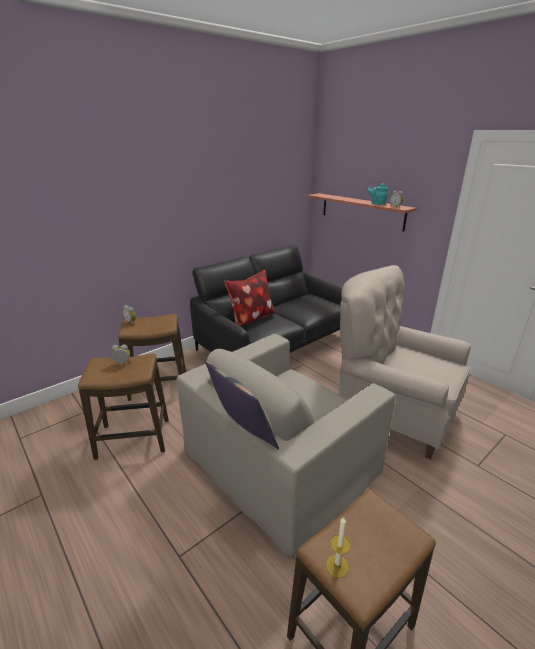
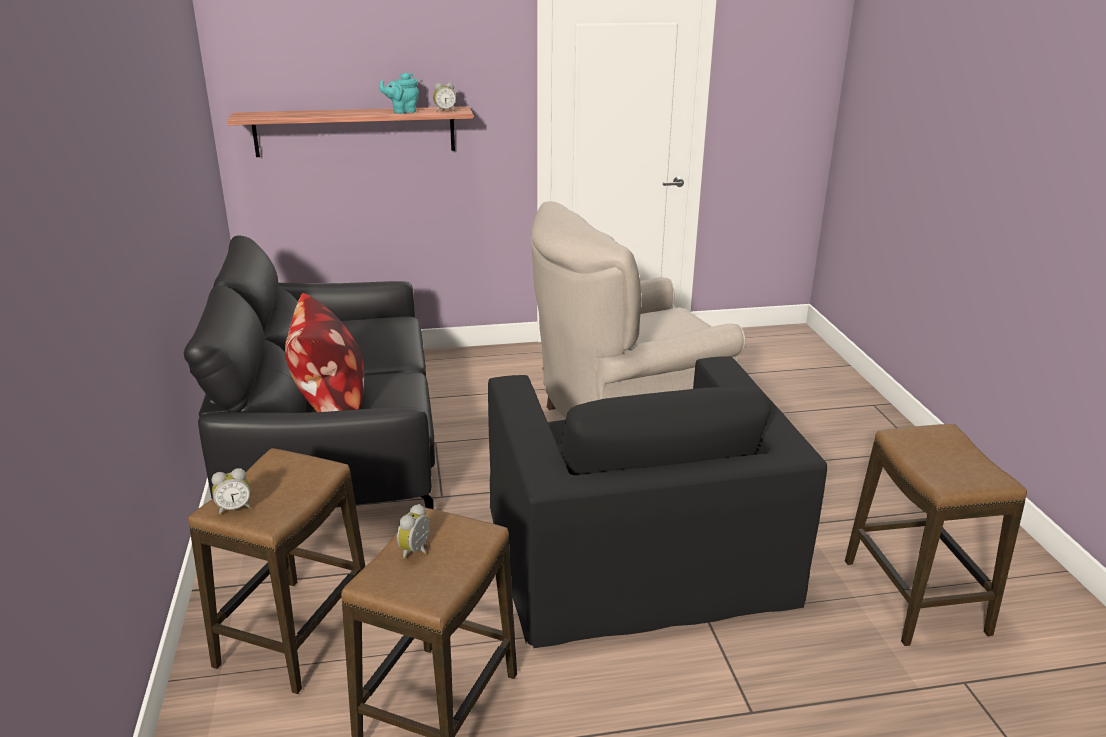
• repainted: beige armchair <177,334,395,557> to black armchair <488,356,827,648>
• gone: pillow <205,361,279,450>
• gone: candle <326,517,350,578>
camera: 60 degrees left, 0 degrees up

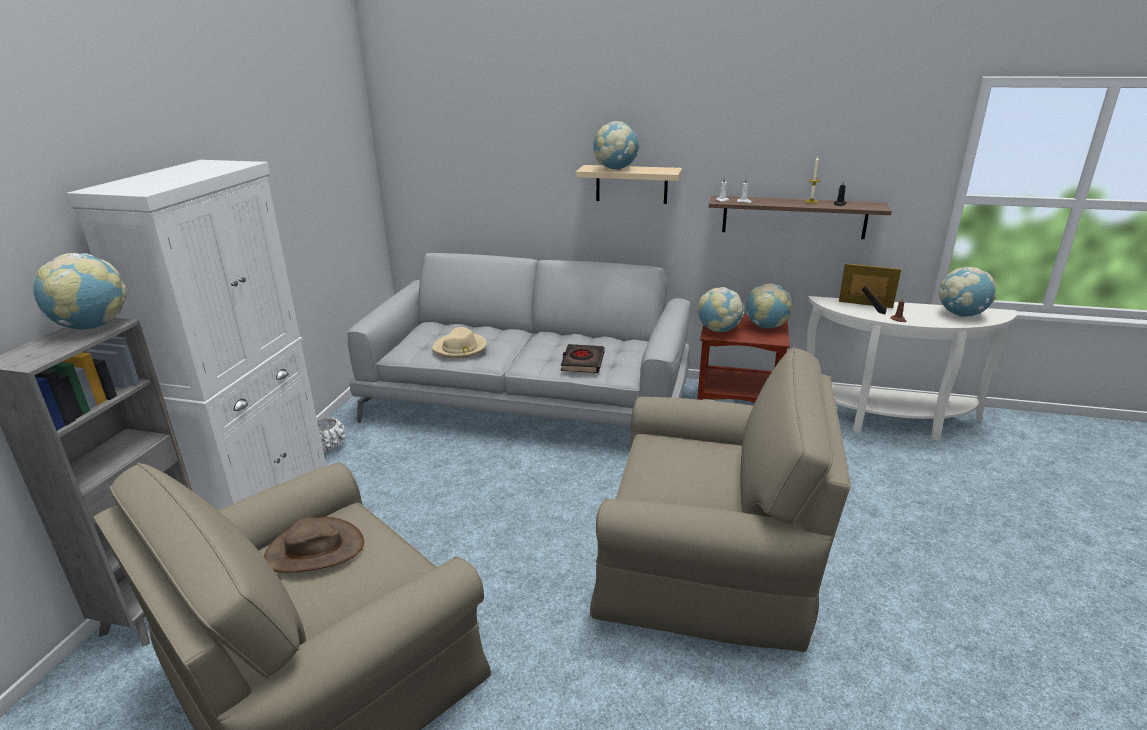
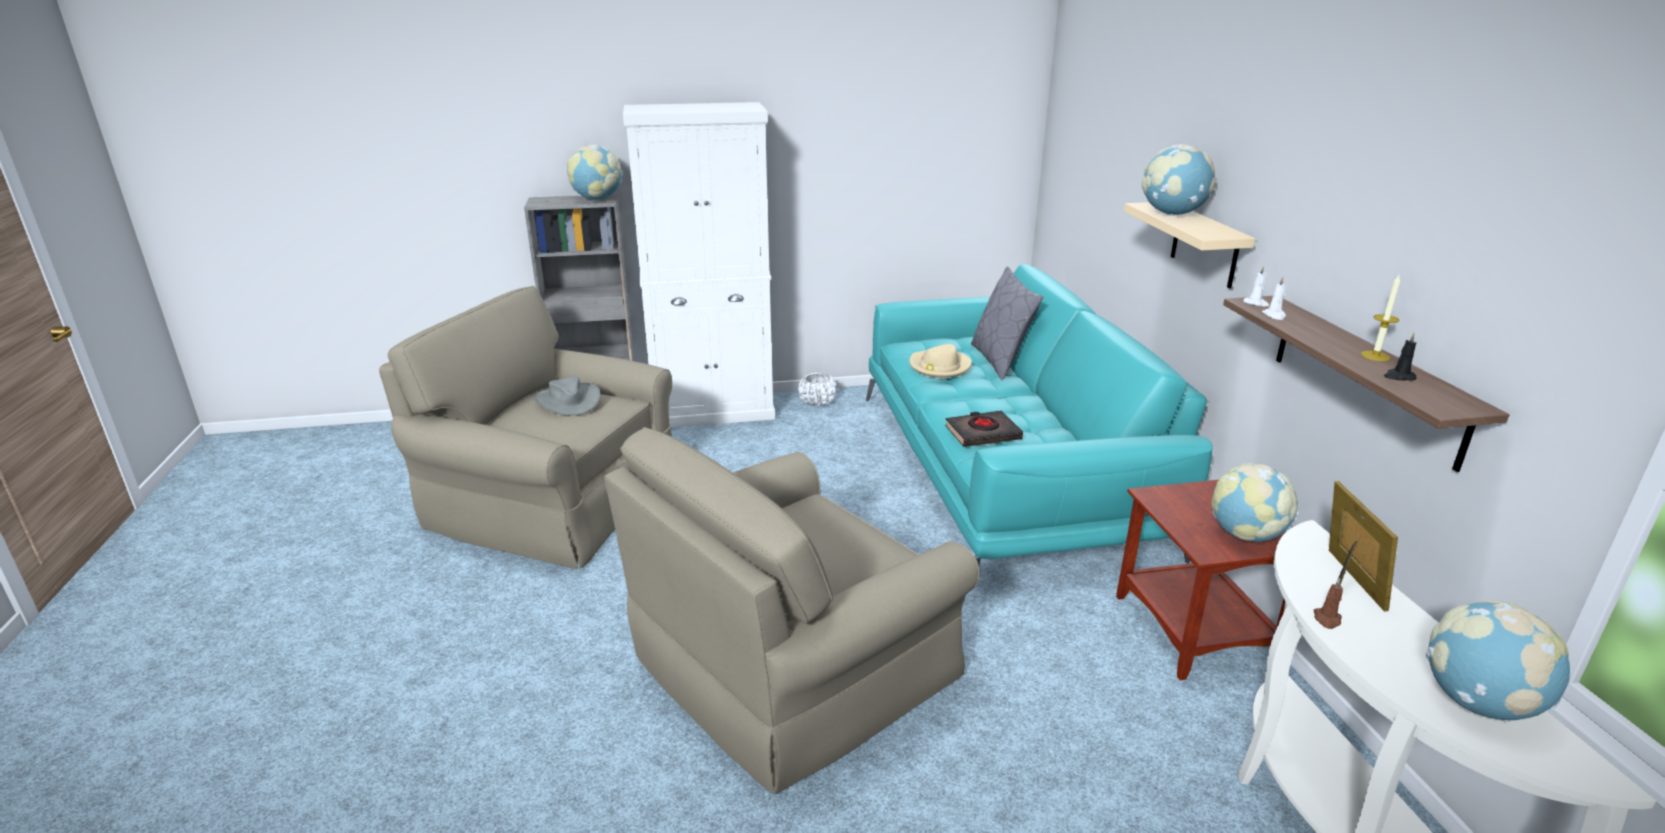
• repainted: grey sofa <347,253,690,427> to turquoise sofa <866,264,1213,566>
• gone: globe <698,287,744,332>
• rotated: beige armchair <590,347,850,652> = <604,427,979,794> 60 degrees clockwise
• repainted: brown hat <264,517,364,573> to grey hat <534,376,601,416>
• new: grey pillow <971,266,1043,381>
camera: 65 degrees right, 0 degrees up

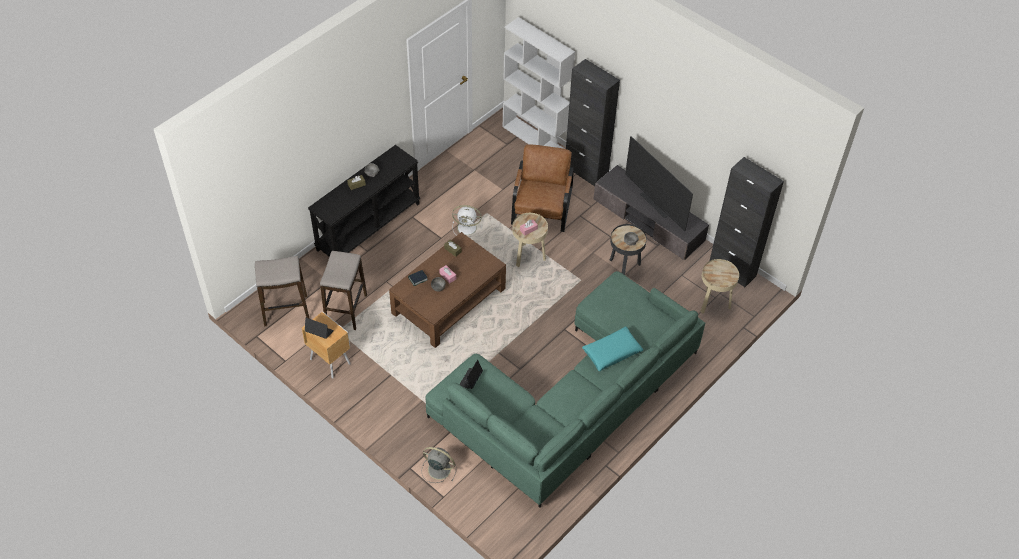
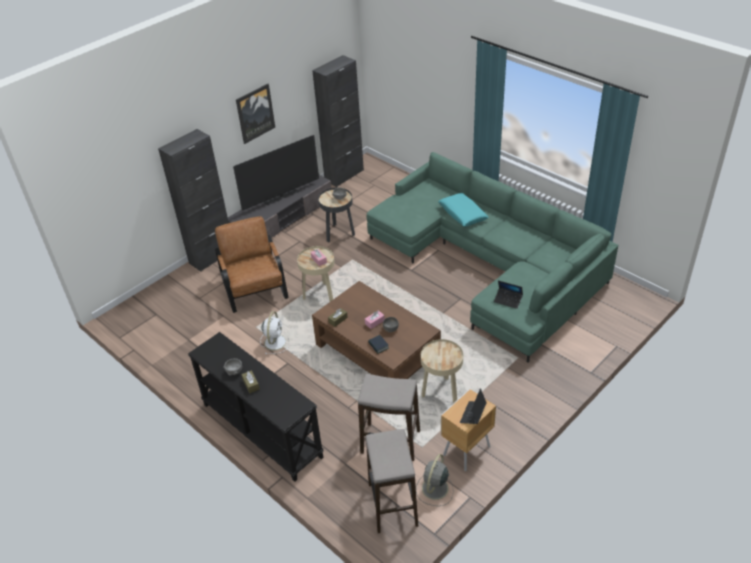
• gone: white bookcase <502,17,575,149>
• rotated: brown armchair <511,144,574,232> = <215,216,289,313> 60 degrees clockwise
• shifted: beige side table <700,259,739,314> to <421,339,463,403>
• shifted: grey fan <421,447,456,483> to <416,454,453,506>
• new: picture <236,84,275,144>
camera: 85 degrees left, 10 degrees down

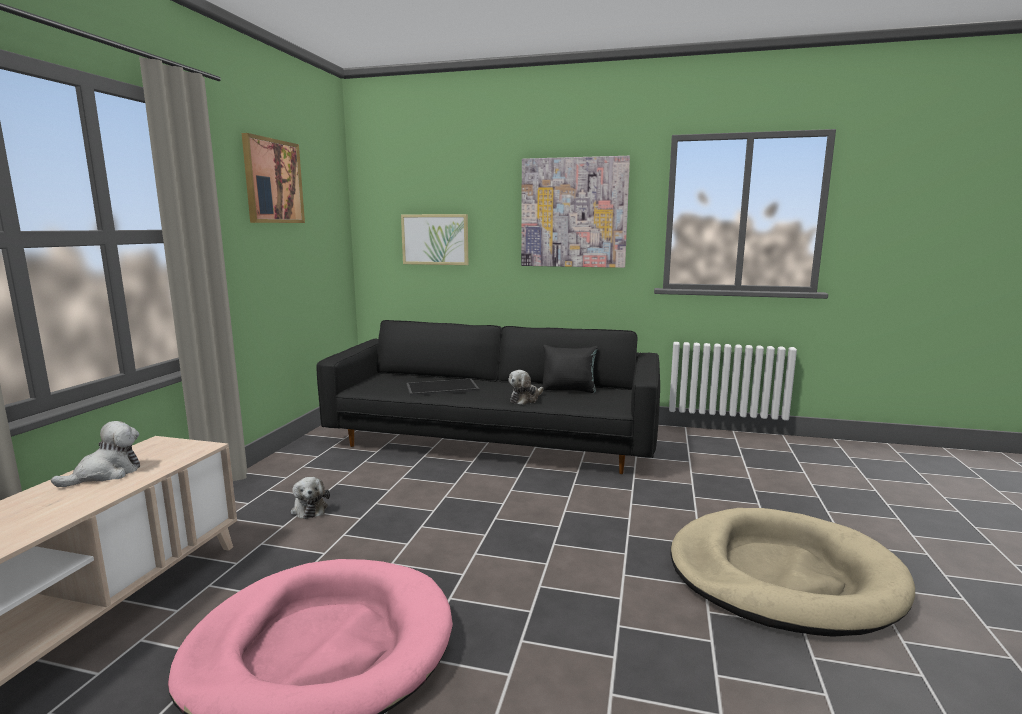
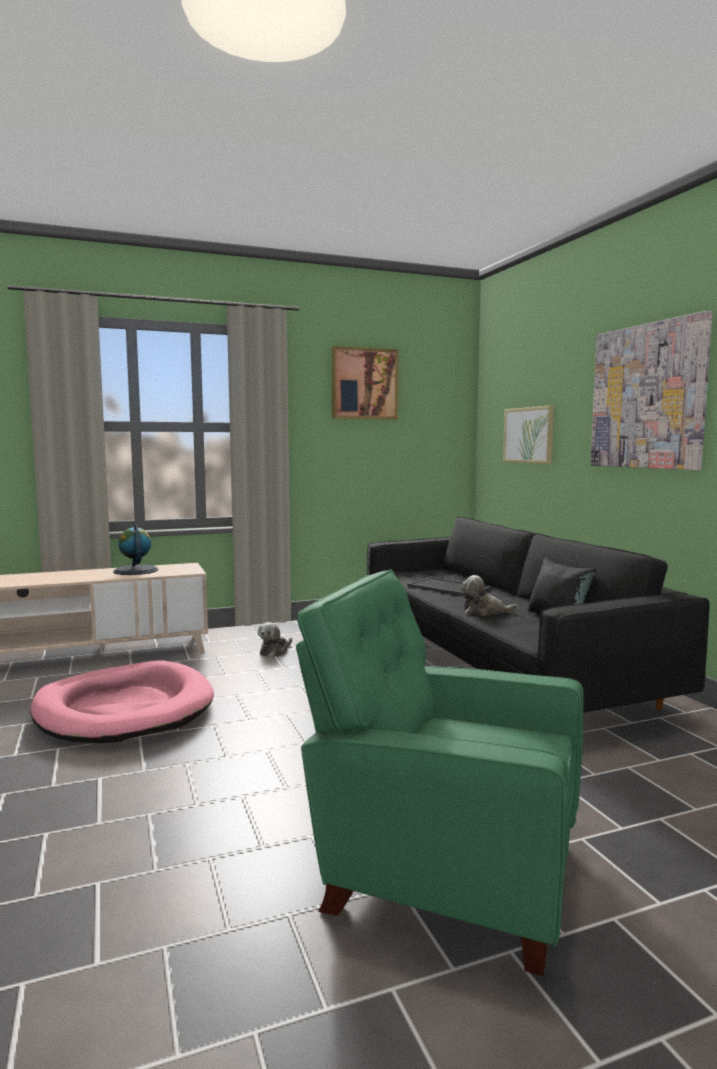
• swapped: plush toy <51,421,140,487> to globe <113,524,158,575>
• swapped: beige dog bed <670,508,915,637> to green armchair <296,569,584,976>
camera: 55 degrees right, 5 degrees down

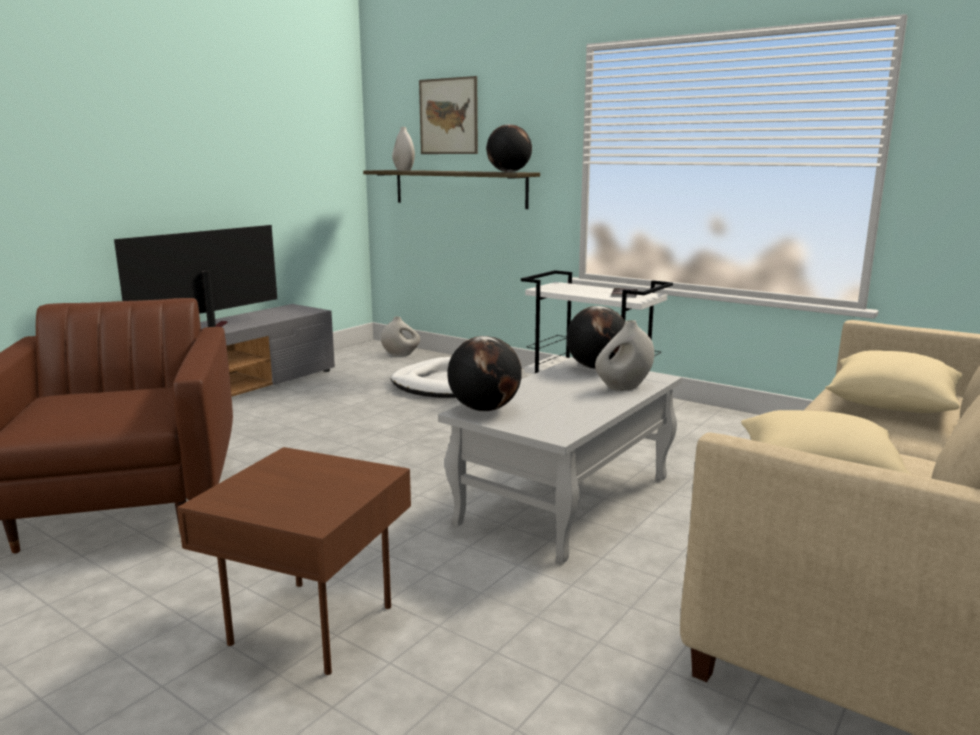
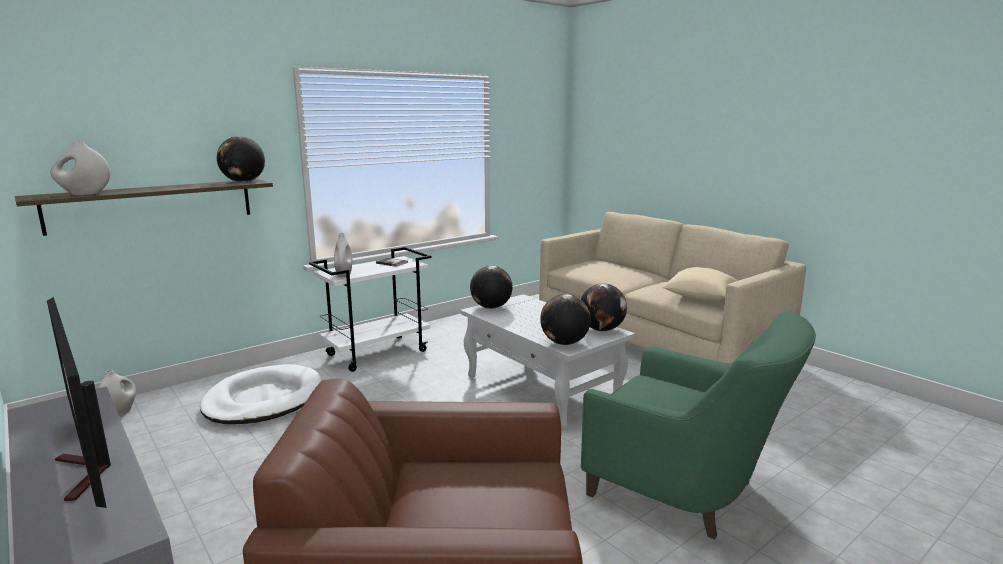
• gone: picture <419,76,478,154>
• shifted: white vase <595,320,654,391> to <334,233,352,277>
• gone: beige pillow <825,350,962,413>
• swapped: brown side table <177,447,411,675> to green armchair <581,311,816,539>
• new: globe <581,283,627,331>
camera: 75 degrees left, 0 degrees up

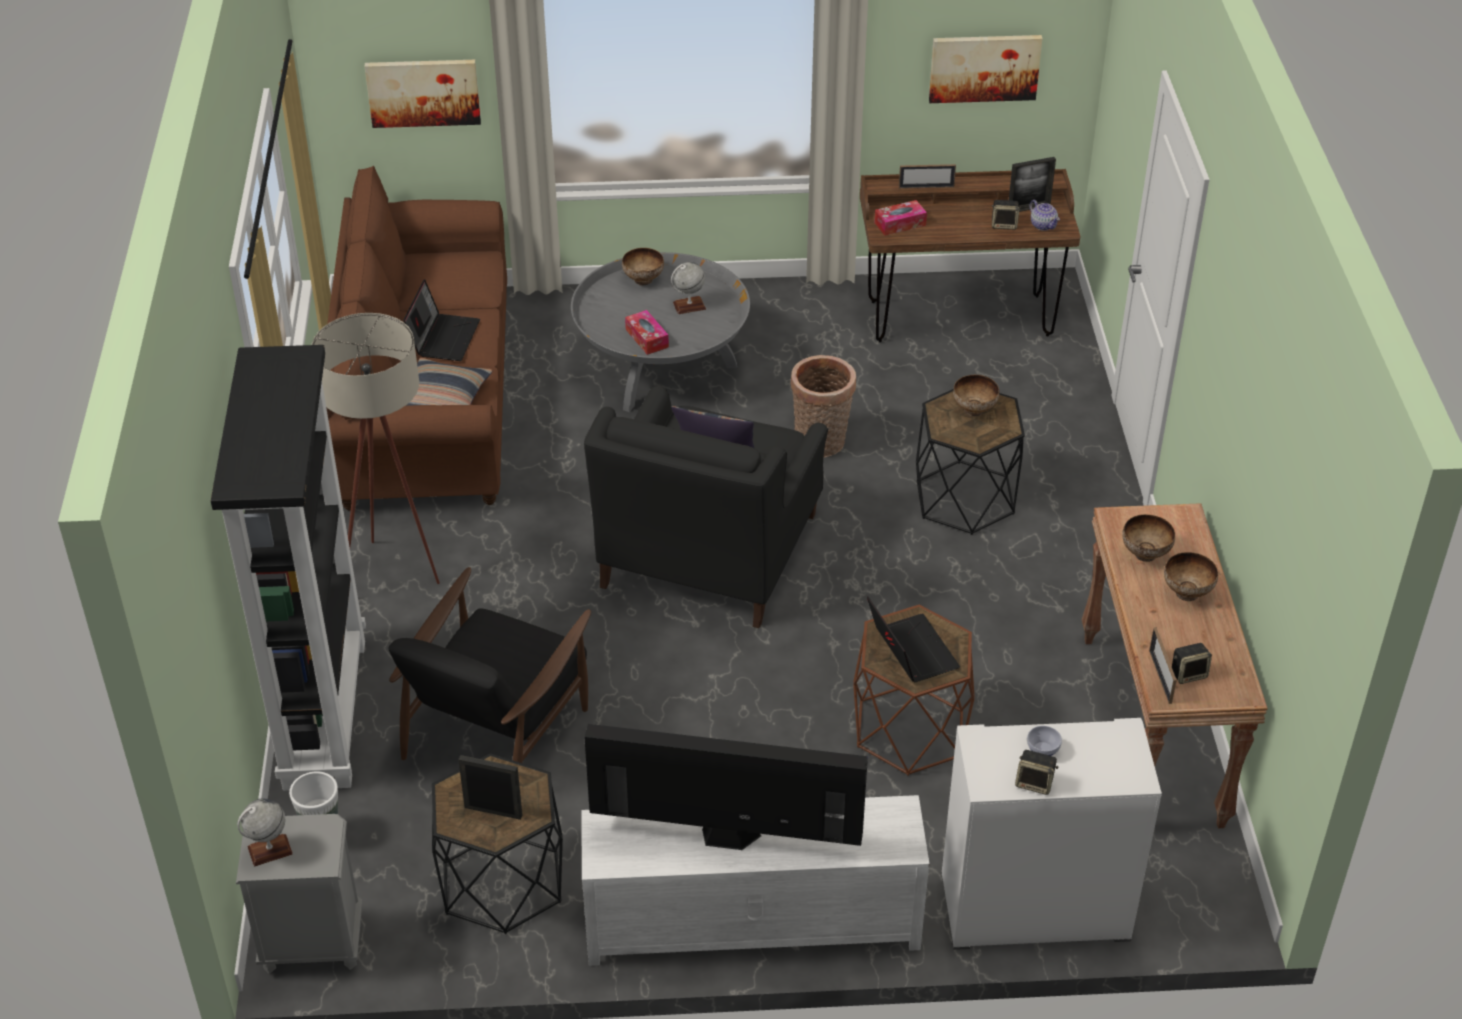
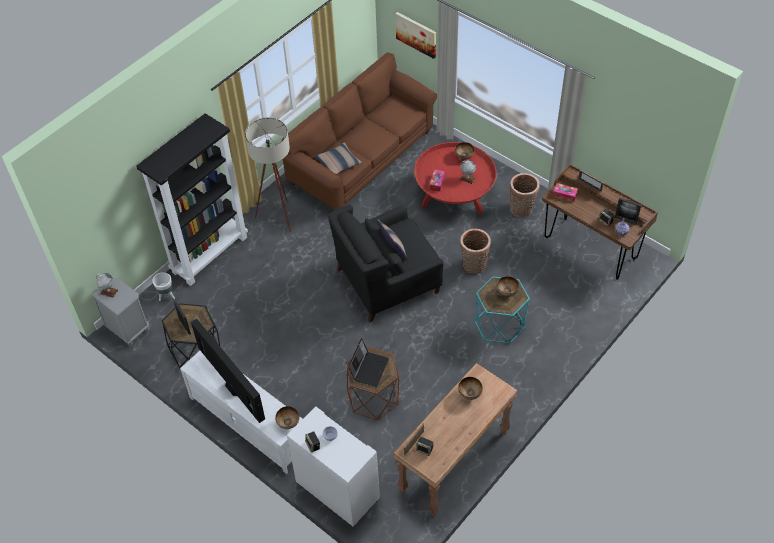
• gone: picture <929,35,1043,103>
• repainted: grey coffee table <571,252,750,412> to red coffee table <414,142,497,214>
• gone: laptop <403,279,480,361>
• repainted: black side table <916,389,1025,535> to turquoise side table <474,276,530,344>
• shifted: bowl <1164,552,1218,601> to <275,406,299,429>
• gone: black armchair <388,567,591,763>
• new: basket <510,173,540,217>
camera: 45 degrees right, 10 degrees up

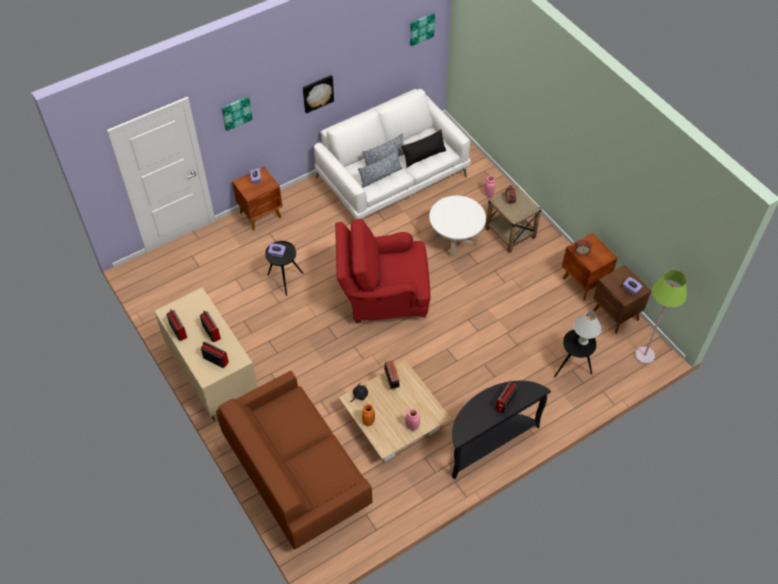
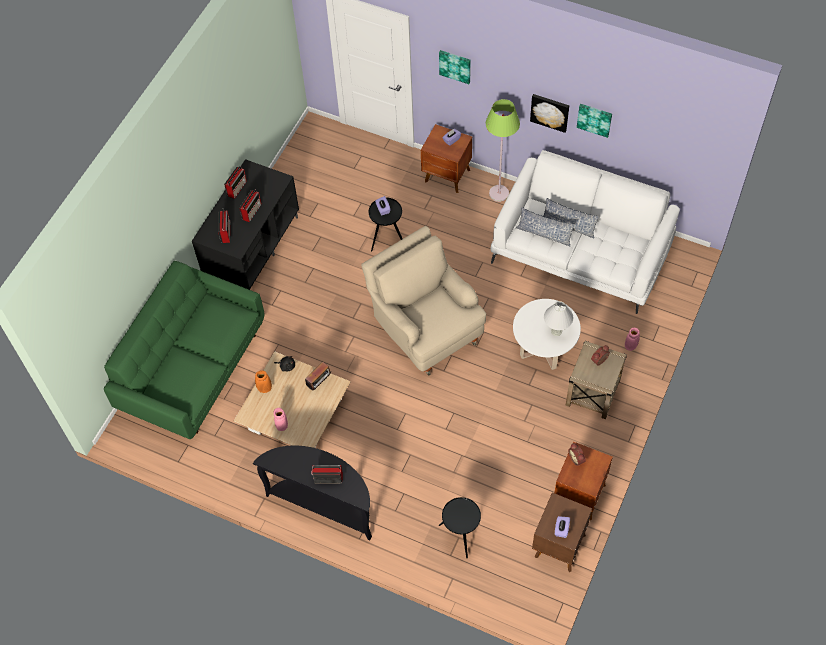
• shifted: picture <410,13,435,46> to <577,104,612,138>
• gone: black pillow <401,129,446,168>
• repainted: red armchair <335,219,430,323> to beige armchair <361,226,486,375>
• shifted: green floor lamp <635,270,687,364> to <485,99,520,202>
• repainted: beige tv stand <154,288,258,421> to black tv stand <192,159,299,290>
• shifted: white table lamp <574,311,601,345> to <544,301,574,336>
• repainted: brown sofa <216,370,372,549> to green sofa <104,261,264,439>
camera: 60 degrees right, 5 degrees up

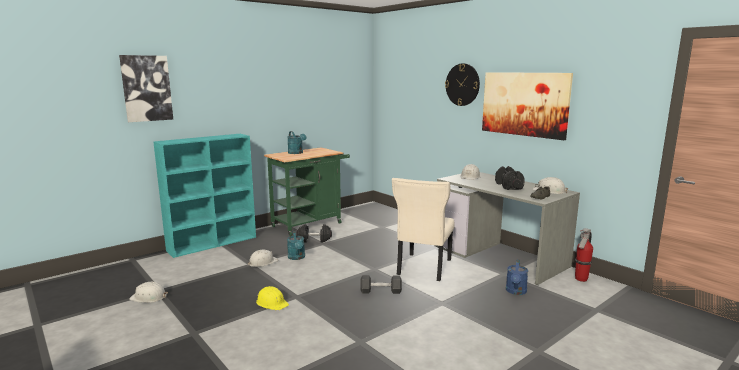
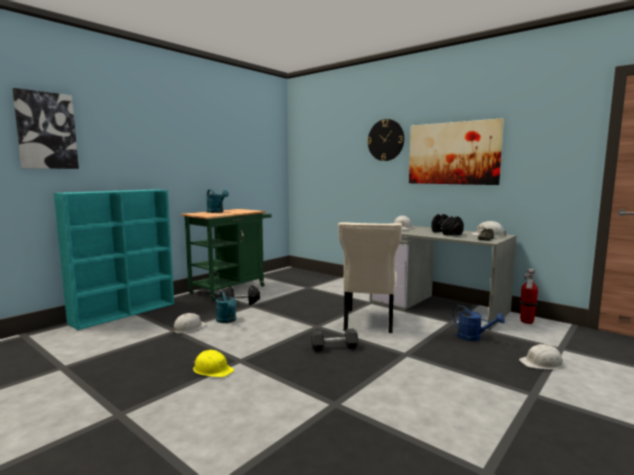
• rotated: blue watering can <506,259,528,295> = <452,305,505,341> 60 degrees counterclockwise
• shifted: white hard hat <129,282,168,303> to <519,344,563,369>
camera: 10 degrees left, 5 degrees down

